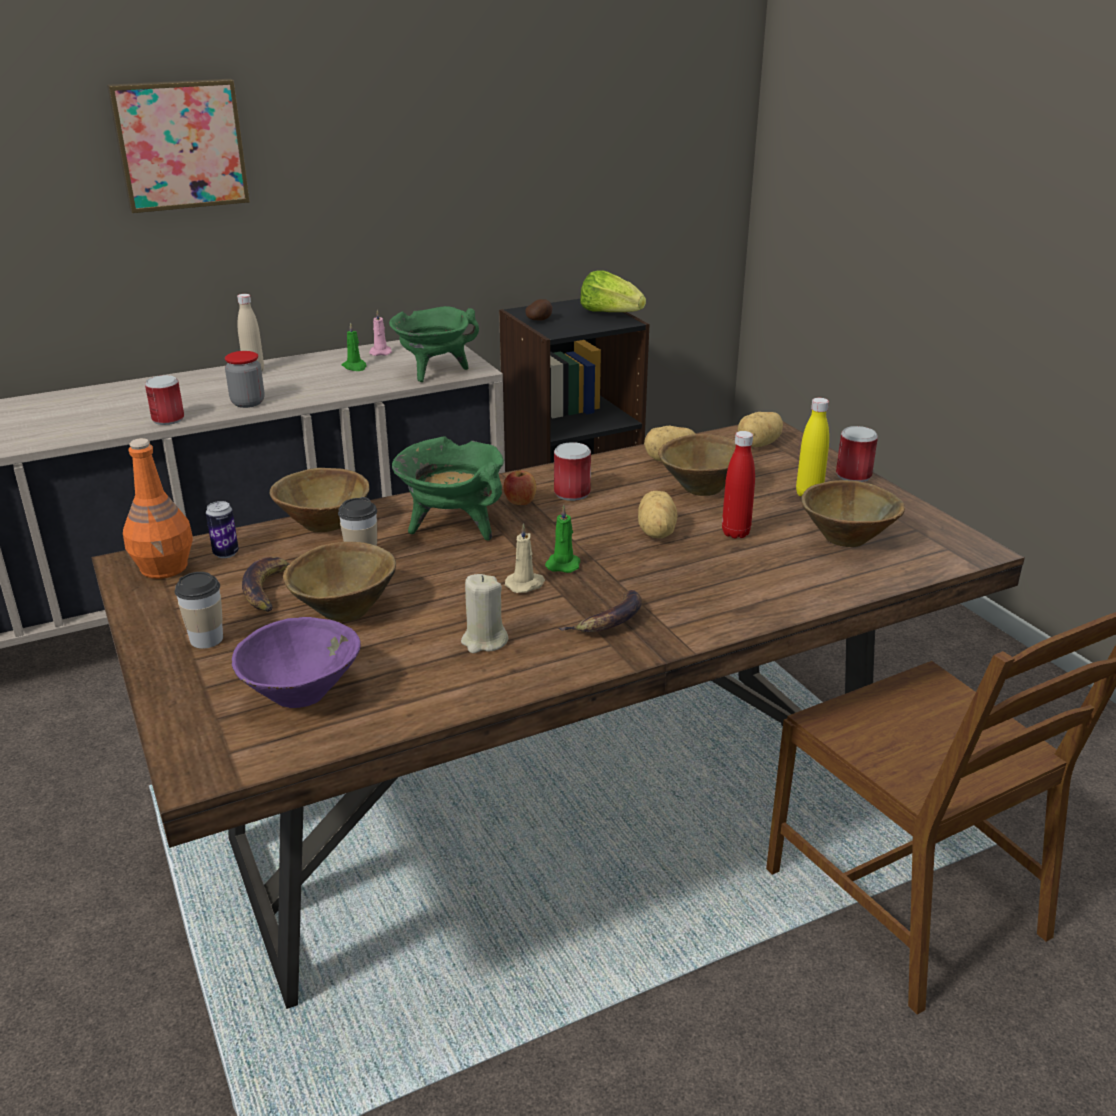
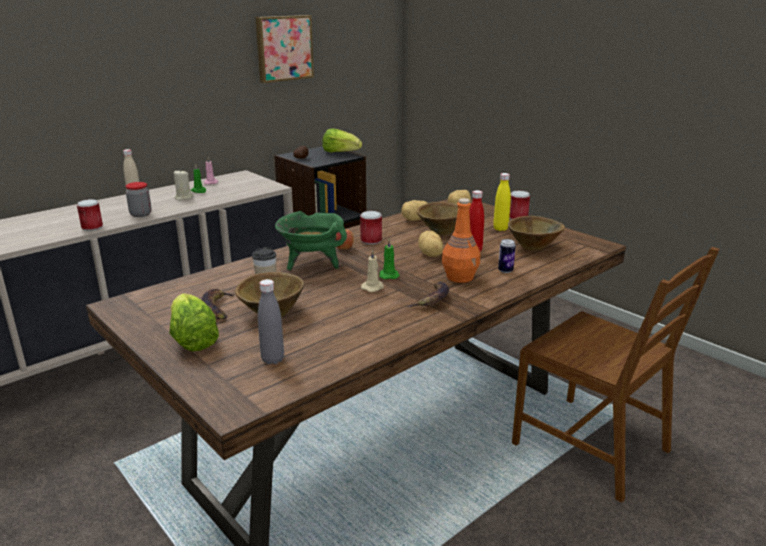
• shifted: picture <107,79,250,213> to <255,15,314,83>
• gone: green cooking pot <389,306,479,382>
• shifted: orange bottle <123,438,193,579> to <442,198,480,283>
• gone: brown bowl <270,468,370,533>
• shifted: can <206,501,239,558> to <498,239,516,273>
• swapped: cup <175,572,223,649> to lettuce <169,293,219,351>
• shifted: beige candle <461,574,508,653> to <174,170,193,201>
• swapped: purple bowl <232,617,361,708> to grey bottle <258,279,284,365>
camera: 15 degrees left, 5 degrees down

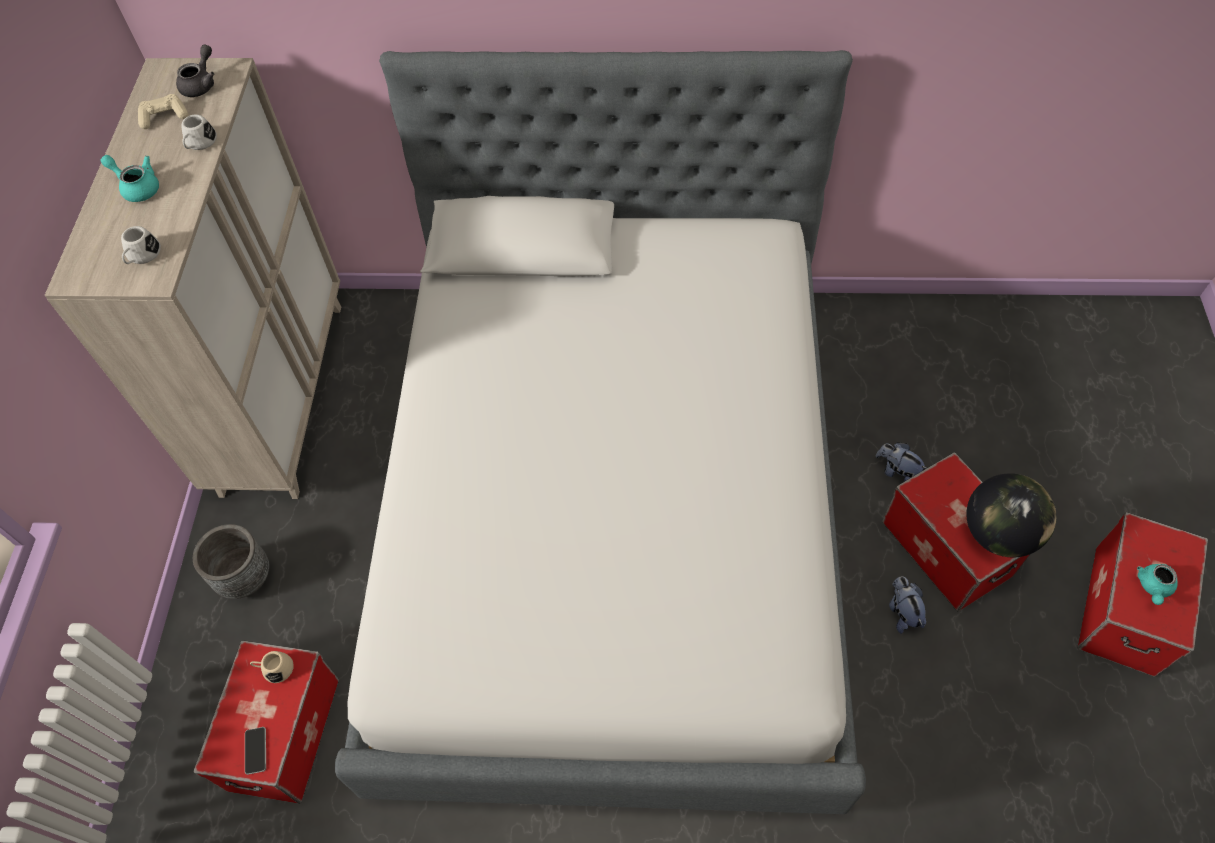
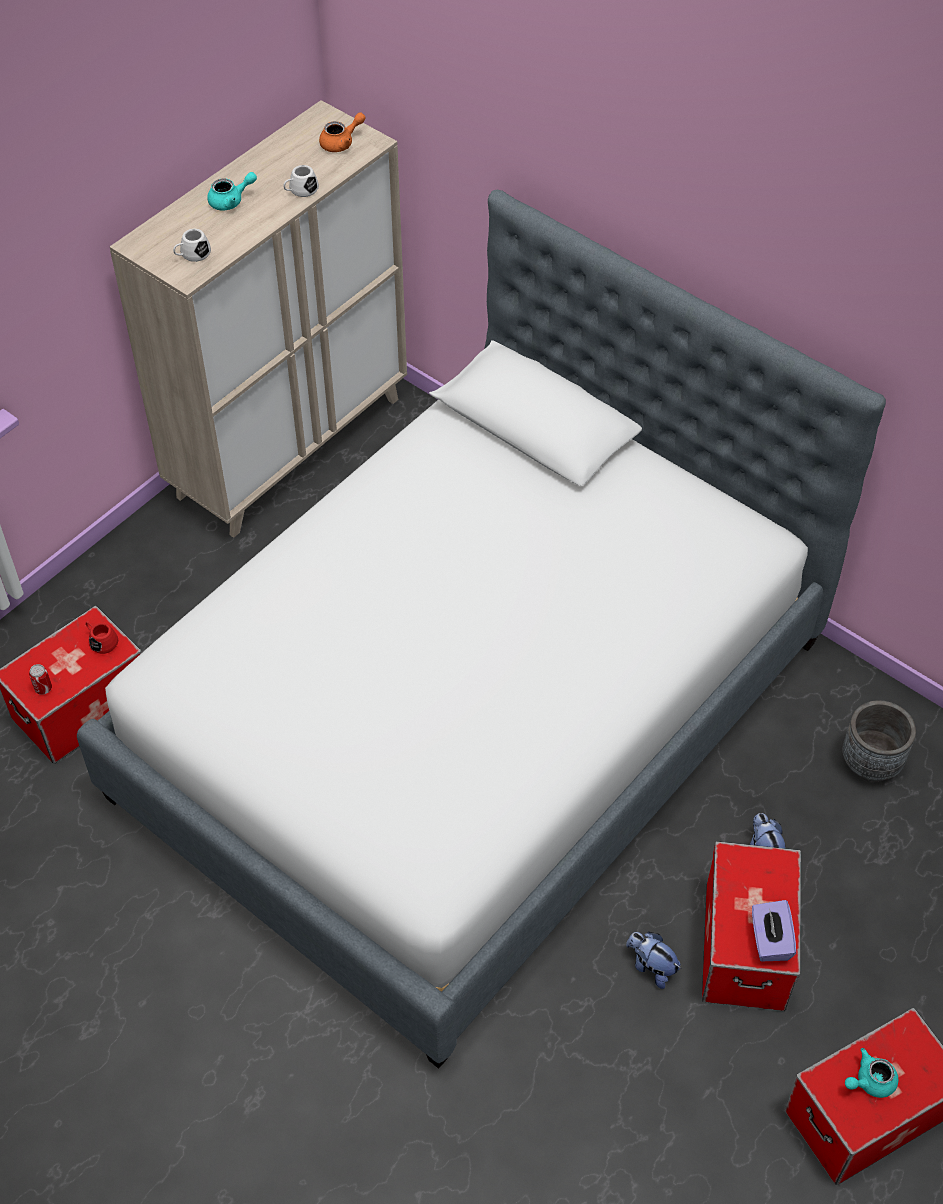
• repainted: grey teapot <176,44,214,97> to orange teapot <319,112,366,152>
• gone: beige game controller <138,94,188,129>
• rotated: turquoise teapot <101,155,159,202> = <207,172,257,210> 90 degrees clockwise
• swapped: globe <966,473,1057,557> to purple tissue box <752,900,796,961>
• shifted: grey planter <193,524,269,599> to <842,700,916,782>
• rotated: plush toy <889,576,926,634> = <626,932,681,989> 75 degrees counterclockwise
• repainted: beige mug <250,651,294,683> to red mug <86,622,118,654>
• swapped: phone <245,727,266,775> to can <29,664,52,695>
camera: 35 degrees right, 5 degrees down

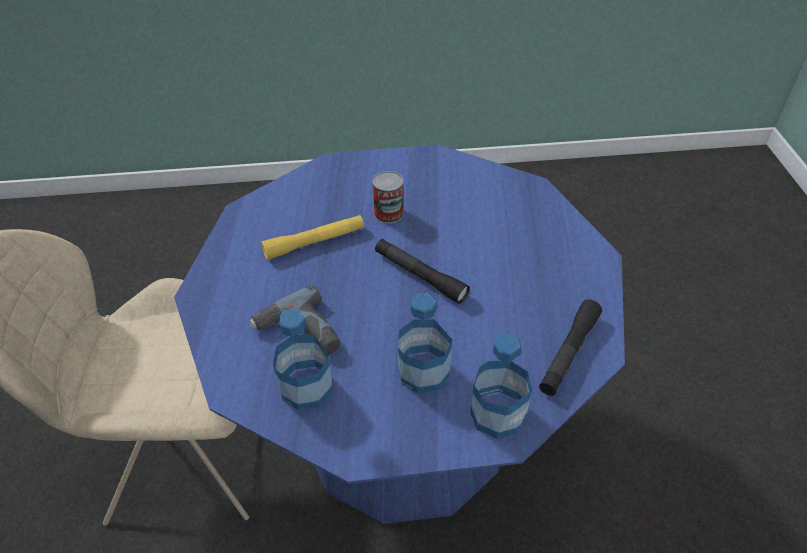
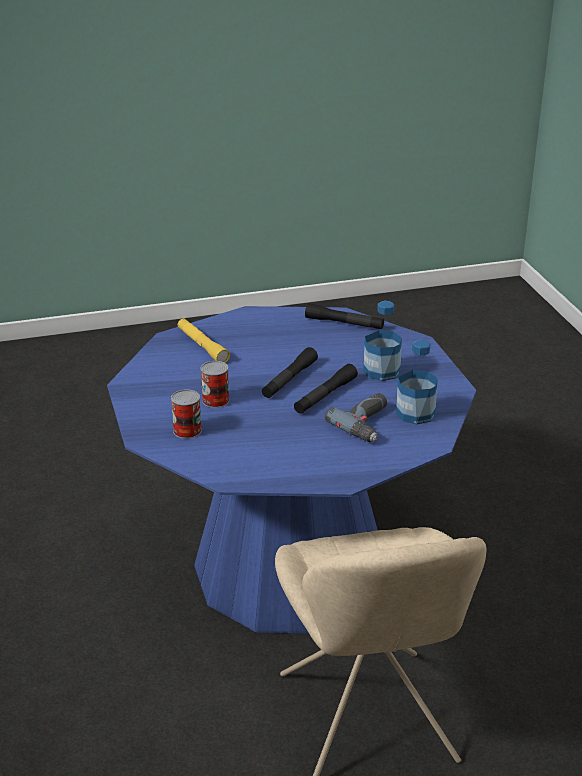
• shifted: yellow flashlight <261,215,364,260> to <178,319,230,363>
• gone: bottle <470,334,532,439>
• new: black flashlight <294,364,358,414>
• new: can <171,389,202,439>
camera: 100 degrees left, 15 degrees down

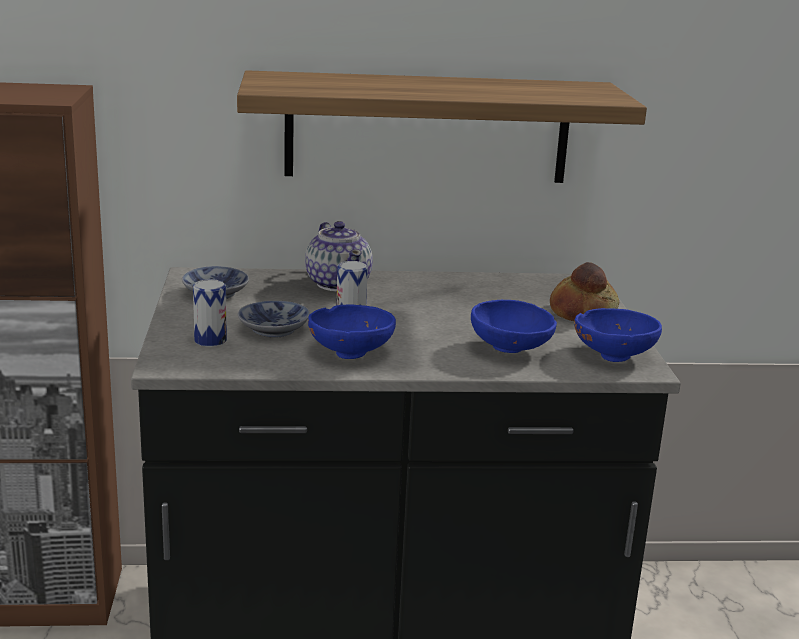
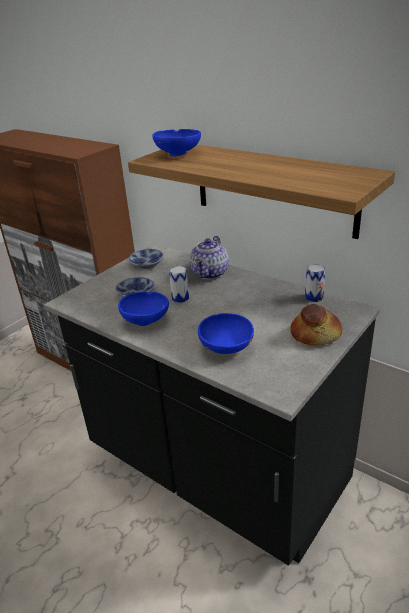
• shifted: can <193,279,227,347> to <305,264,325,302>
• shifted: blue bowl <574,308,662,362> to <153,129,201,157>
camera: 45 degrees right, 10 degrees up

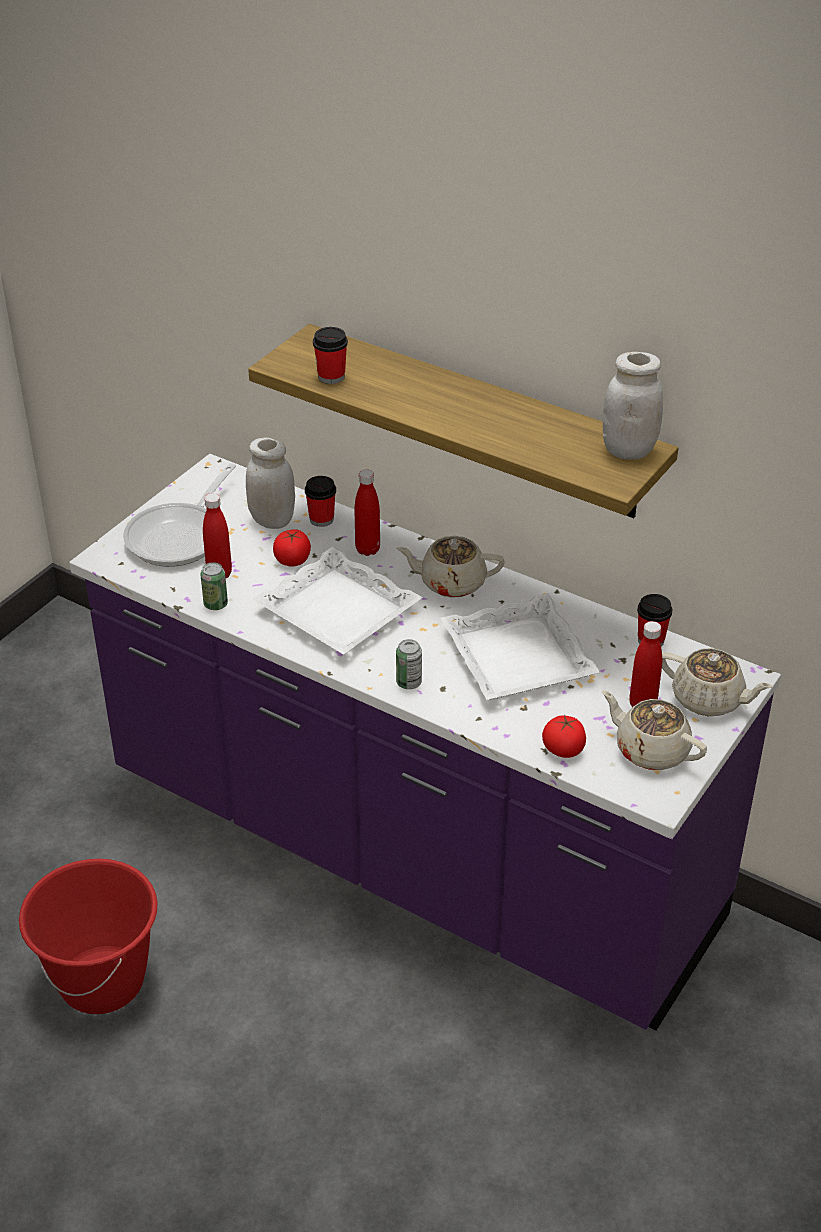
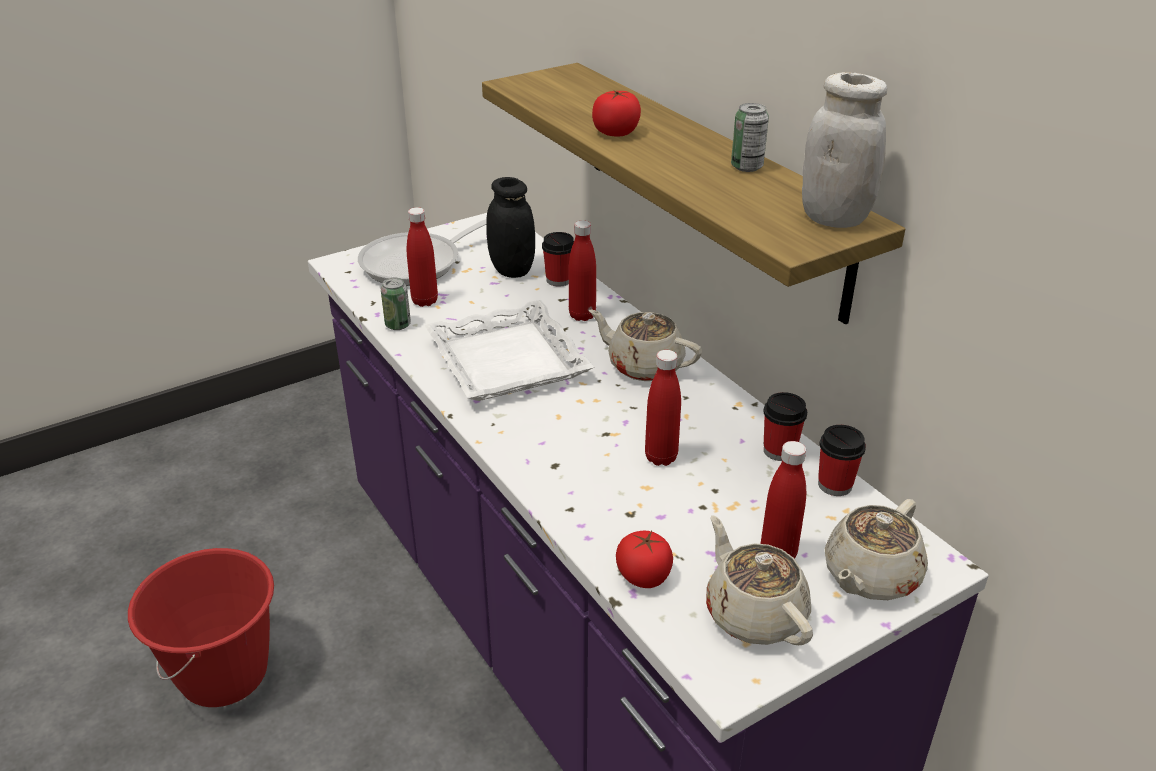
• shifted: cup <313,327,348,384> to <764,392,807,461>
• repainted: white jar <246,438,295,529> to black jar <486,177,535,278>
• shifted: tomato <273,529,311,567> to <592,91,641,136>
• swapped: white tray <440,593,600,700> to red bottle <645,350,681,466>
• shifted: can <396,639,422,689> to <731,103,769,172>
• rotated: beige teapot <662,648,773,716> = <825,499,928,600> 75 degrees clockwise
camera: 25 degrees right, 5 degrees down

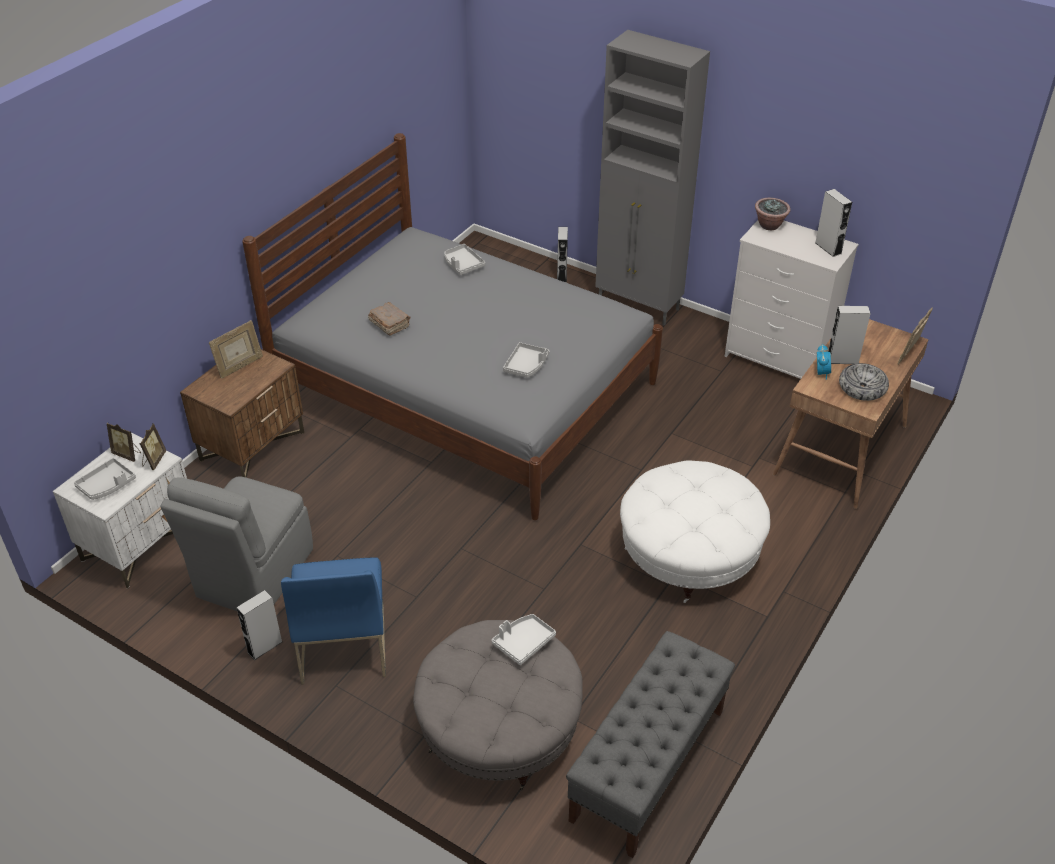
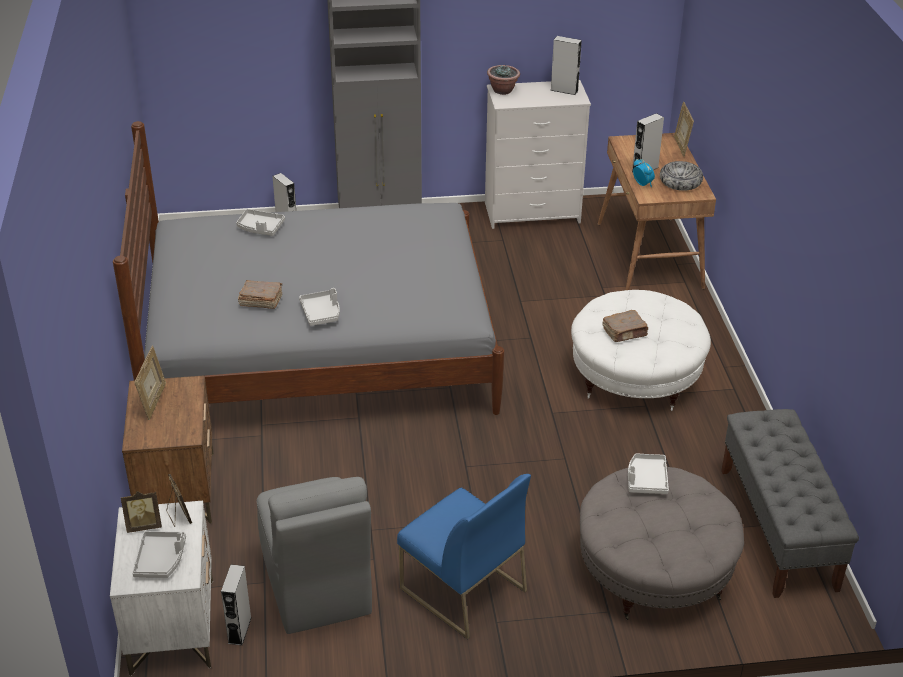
• shifted: grey tray <503,342,550,378> to <299,288,340,326>
• shifted: grey speaker <236,590,283,660> to <221,564,252,645>
• new: brown book <602,310,648,342>
camera: 40 degrees left, 5 degrees down

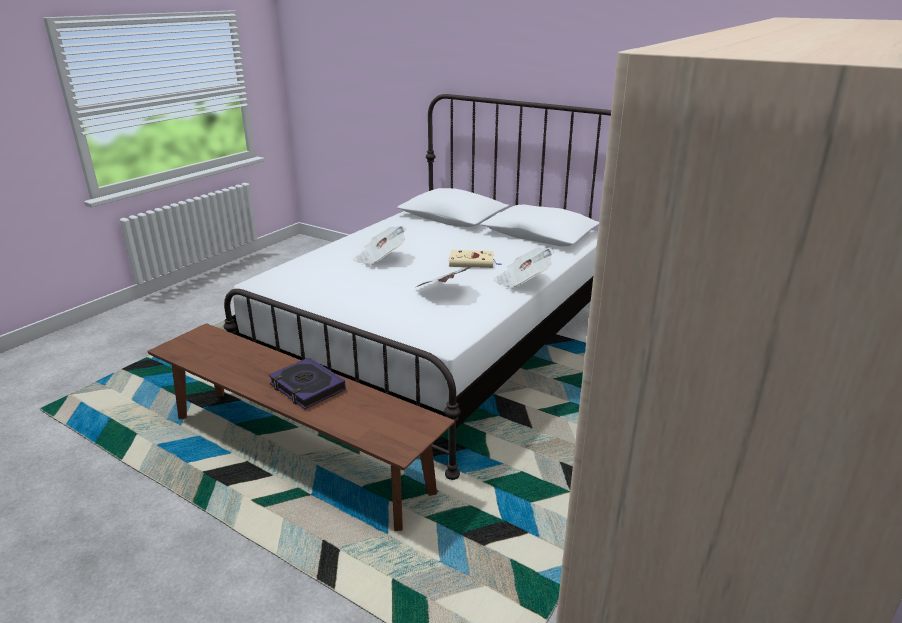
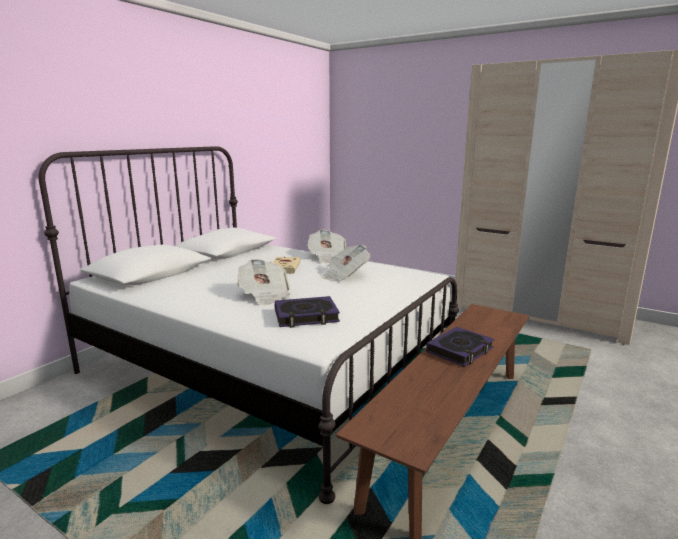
• new: book <275,296,340,328>
camera: 90 degrees left, 10 degrees down

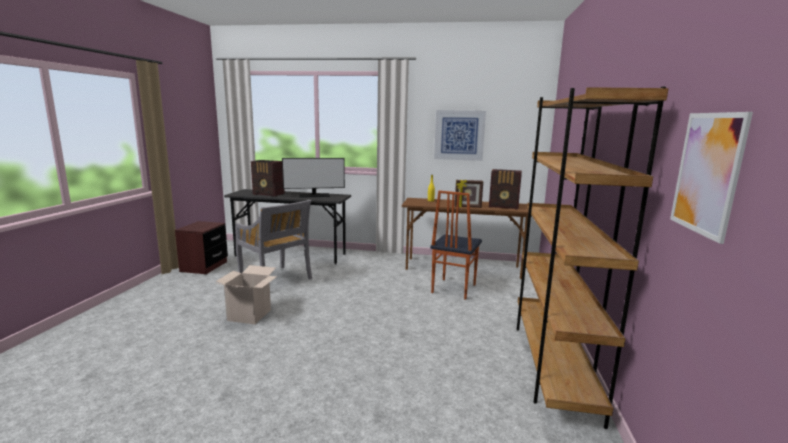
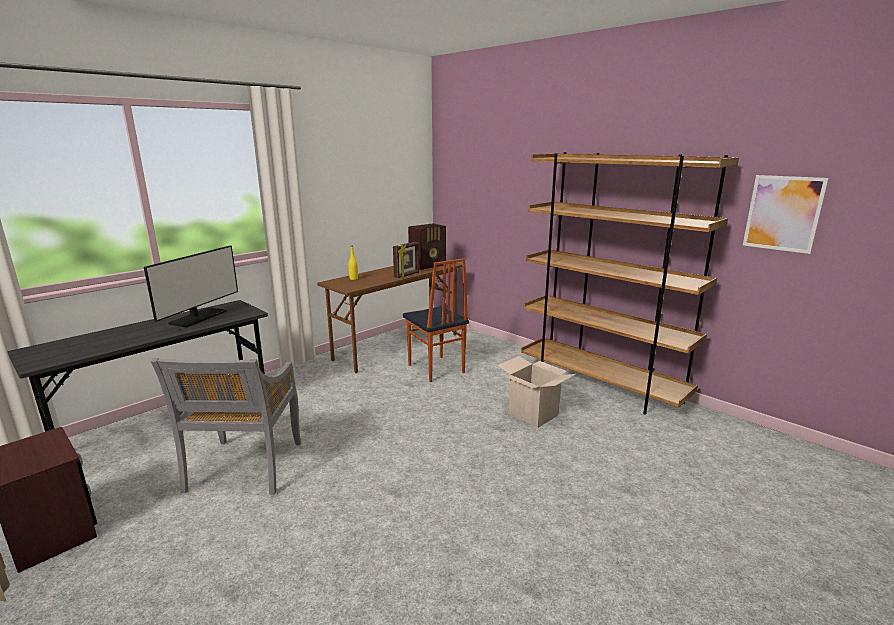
• gone: picture <434,110,486,161>
• gone: radio <251,160,285,197>
• rotated: grey chair <235,200,312,279> = <151,358,301,495> 105 degrees clockwise
• shifted: cardboard box <215,265,277,324> to <497,356,576,428>
camera: 55 degrees left, 5 degrees up

